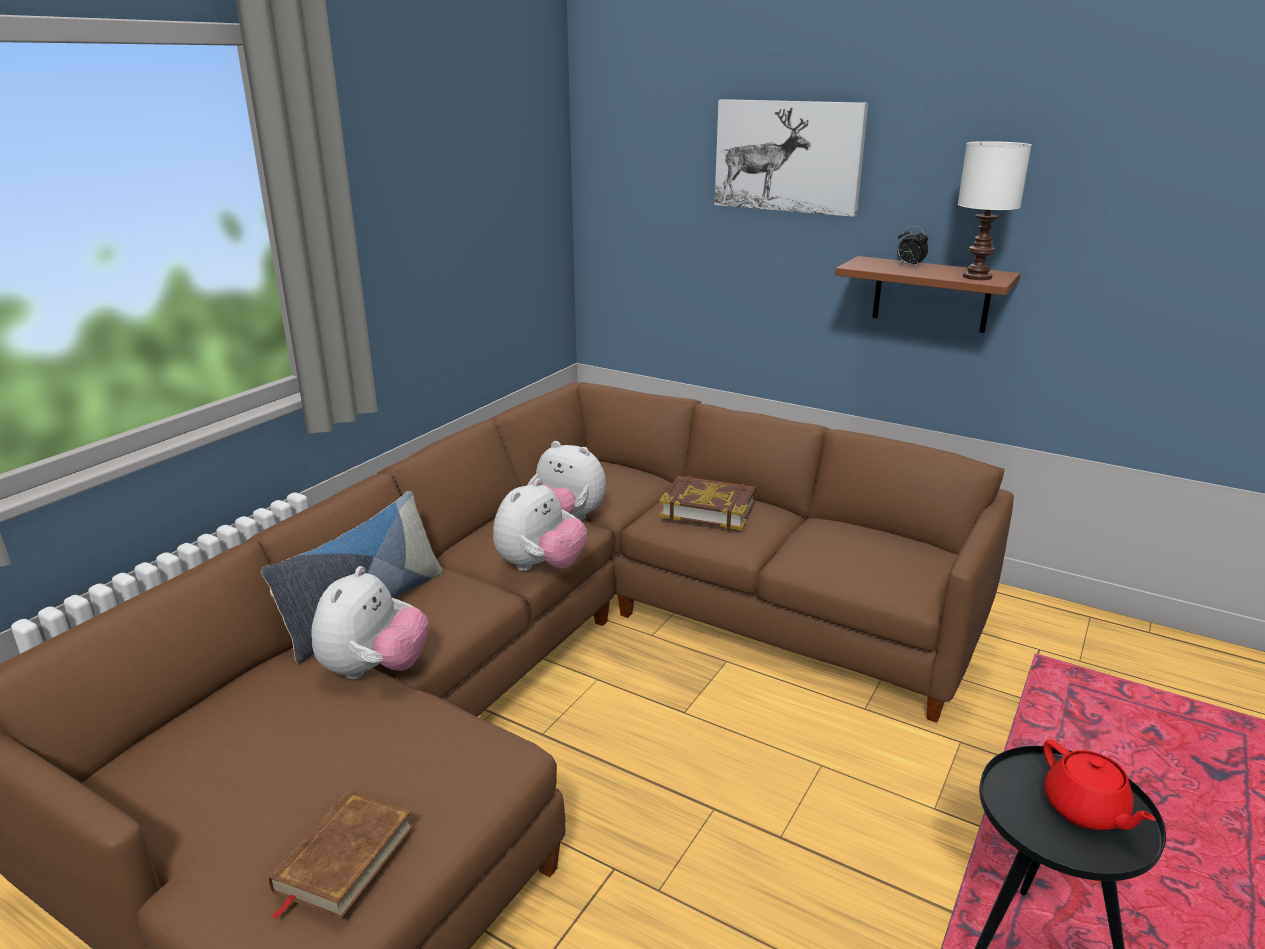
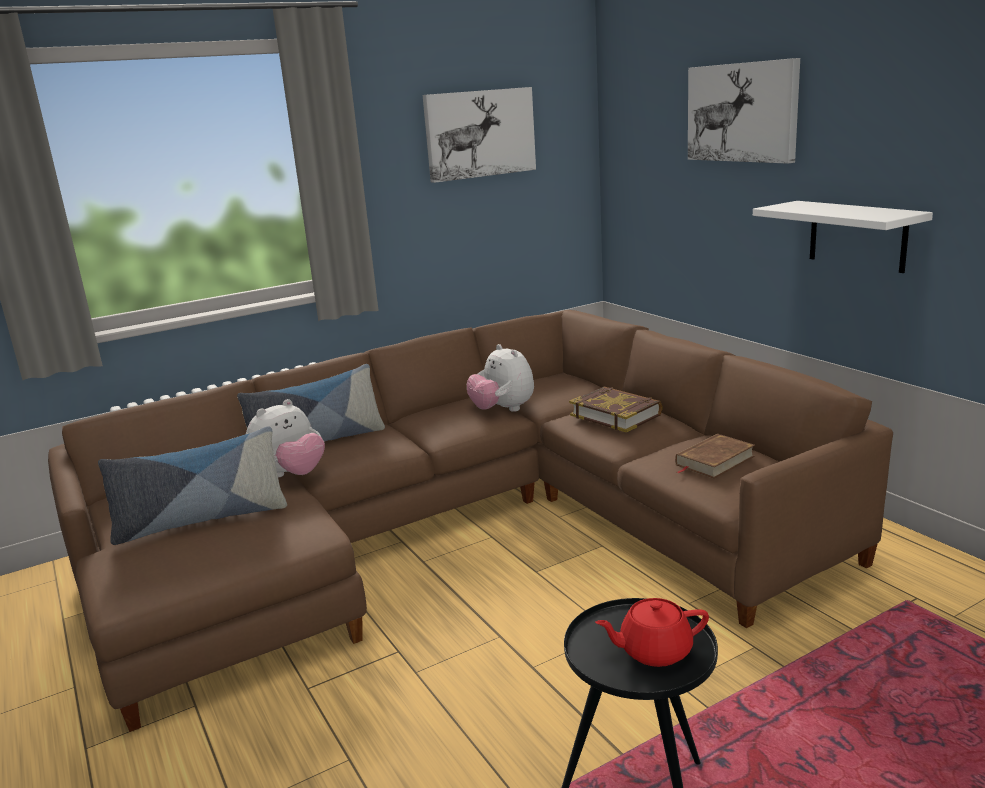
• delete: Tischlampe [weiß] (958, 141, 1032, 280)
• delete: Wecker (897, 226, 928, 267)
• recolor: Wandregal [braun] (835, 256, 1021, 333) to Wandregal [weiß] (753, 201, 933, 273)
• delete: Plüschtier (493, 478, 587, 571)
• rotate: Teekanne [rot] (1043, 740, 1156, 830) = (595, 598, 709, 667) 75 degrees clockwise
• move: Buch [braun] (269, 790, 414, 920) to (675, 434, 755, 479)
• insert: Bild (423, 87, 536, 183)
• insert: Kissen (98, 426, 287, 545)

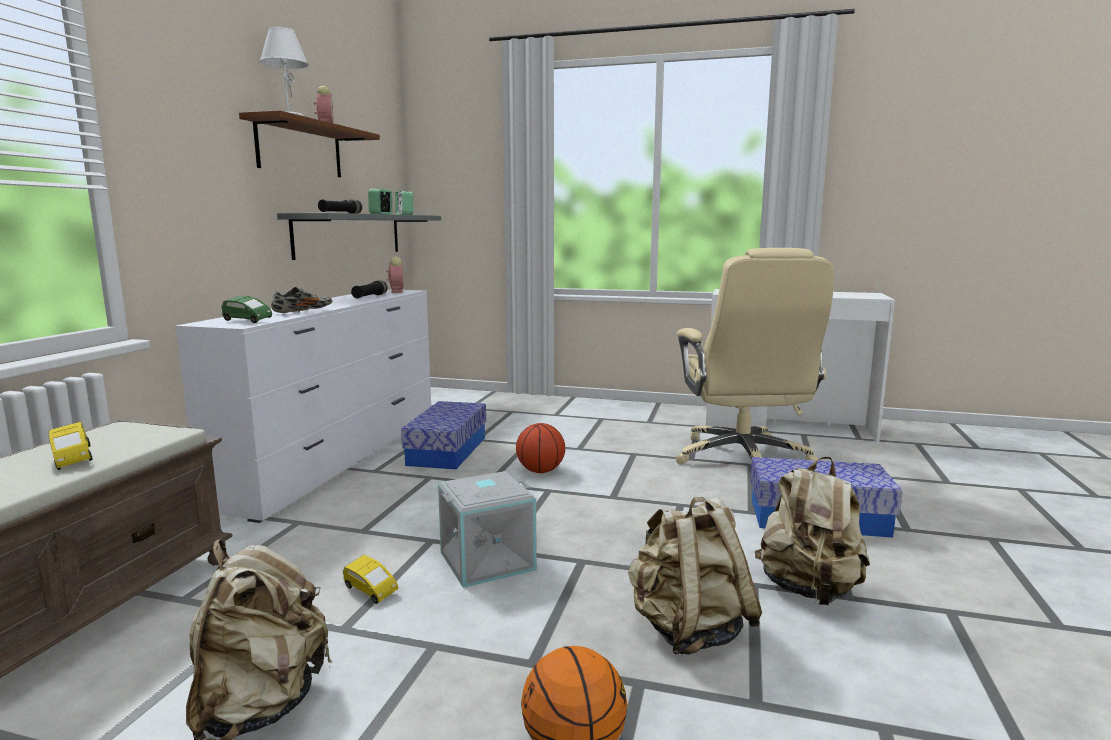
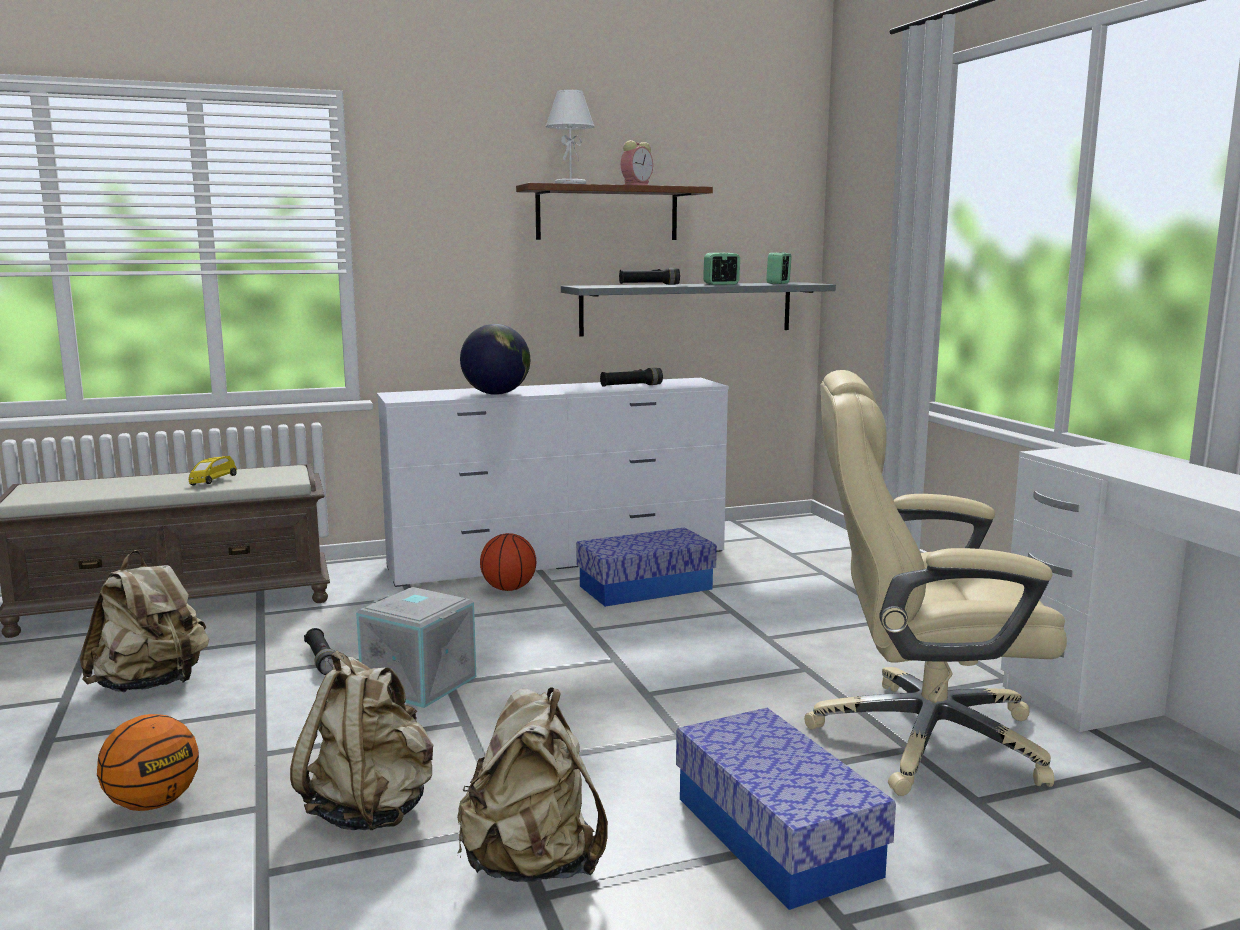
• rotate: Bürostuhl [beige] (676, 248, 834, 465) = (804, 370, 1067, 796) 45 degrees clockwise
• delete: Wecker (386, 256, 404, 293)
• replace: Schuh (271, 287, 332, 313) to Globus (460, 324, 530, 395)
• delete: Spielzeugauto [grün] (221, 296, 272, 323)
• move: Basketball (516, 423, 565, 473) to (480, 533, 536, 591)
• replace: Spielzeugauto [gelb] (343, 555, 398, 604) to Taschenlampe [schwarz] (304, 628, 335, 675)

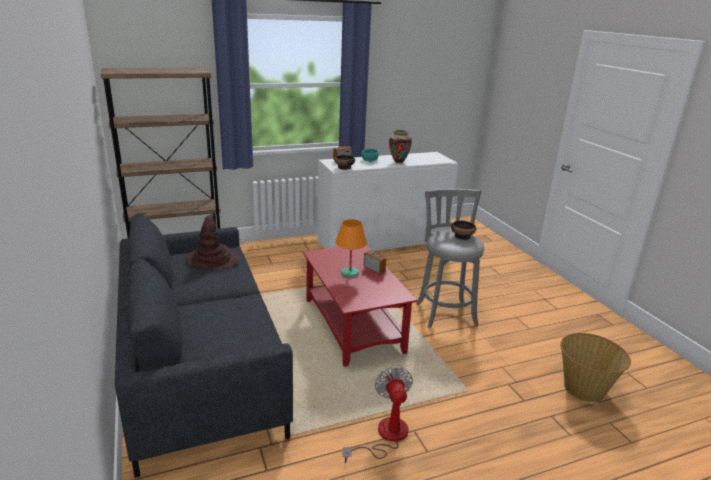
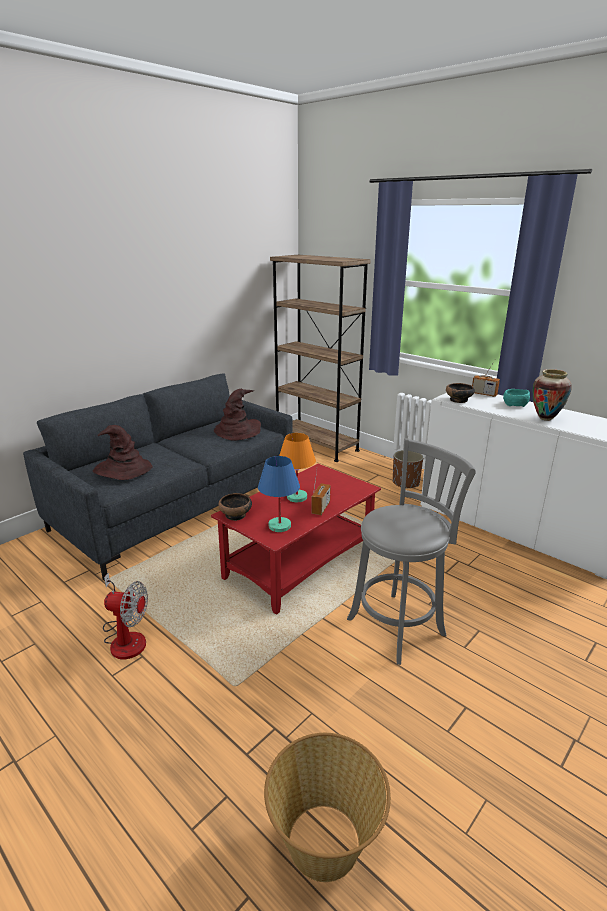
• move: Schüssel (451, 220, 477, 240) to (218, 493, 252, 521)
• rotate: Ventilator (342, 367, 413, 464) = (103, 573, 148, 659) 45 degrees clockwise
• insert: Hut [braun] (93, 425, 153, 480)
• insert: Pflanzkübel [braun] (393, 450, 423, 489)
• insert: Tischlampe [blau] (258, 456, 300, 532)

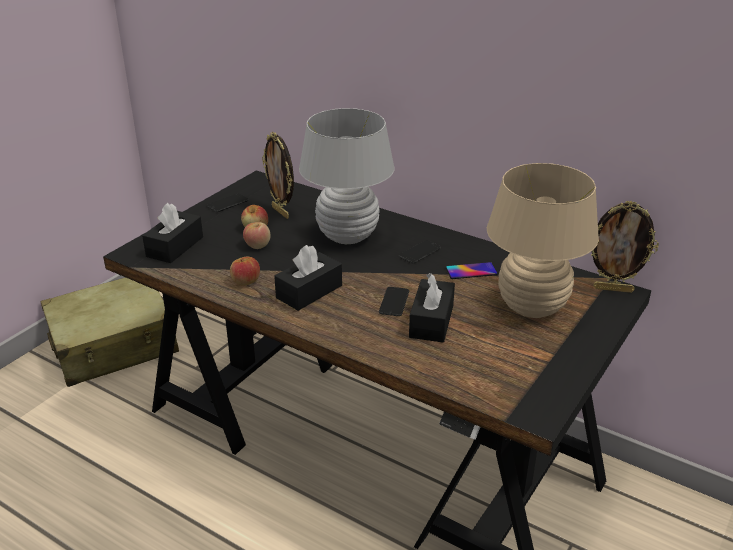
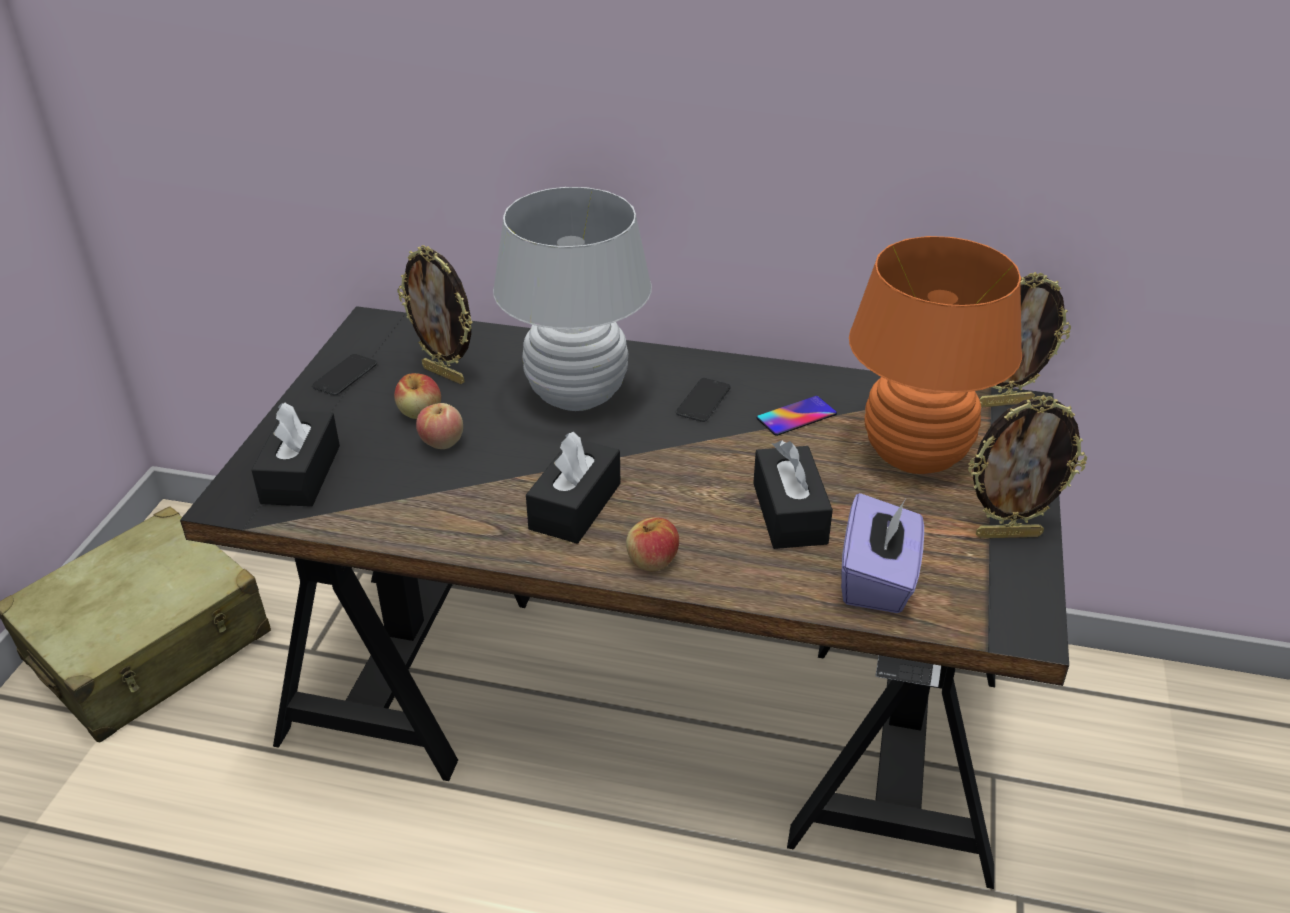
• recolor: Tischlampe [beige] (487, 163, 599, 318) to Tischlampe [orange] (849, 236, 1022, 474)
• move: Apfel (230, 257, 260, 286) to (626, 517, 679, 571)
• delete: Handy (379, 287, 409, 316)
• insert: Bilderrahmen (968, 395, 1087, 538)
• insert: Taschentuchbox [lila] (841, 493, 924, 613)

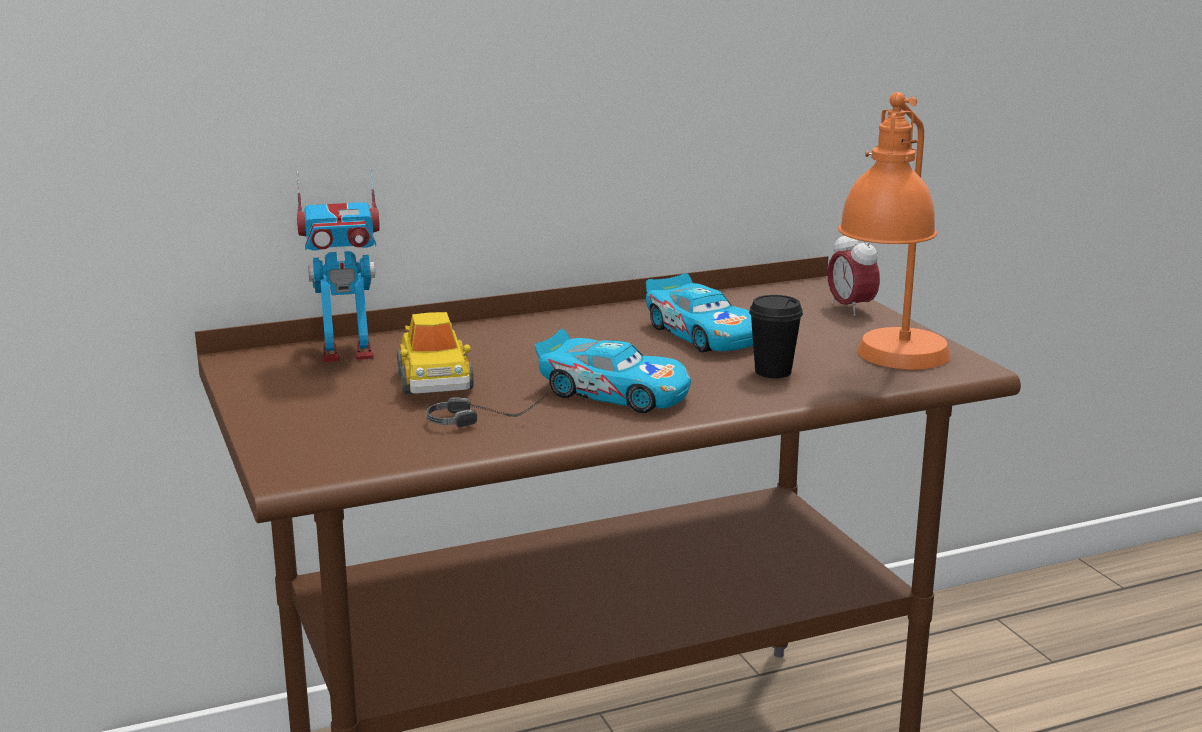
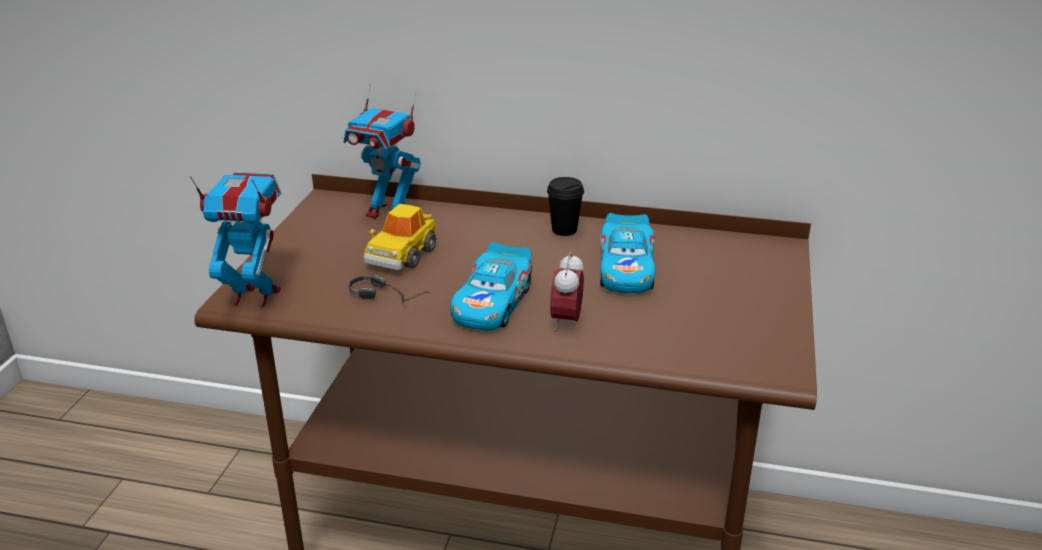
• delete: Tischlampe [orange] (838, 92, 950, 370)
• move: Wecker (827, 235, 880, 316) to (550, 251, 584, 331)
• move: Tasse [schwarz] (749, 295, 803, 378) to (547, 177, 584, 236)
• rotate: Spielzeugauto (535, 329, 691, 413) = (450, 242, 532, 330) 45 degrees clockwise
• insert: Spielzeugroboter (190, 172, 281, 308)

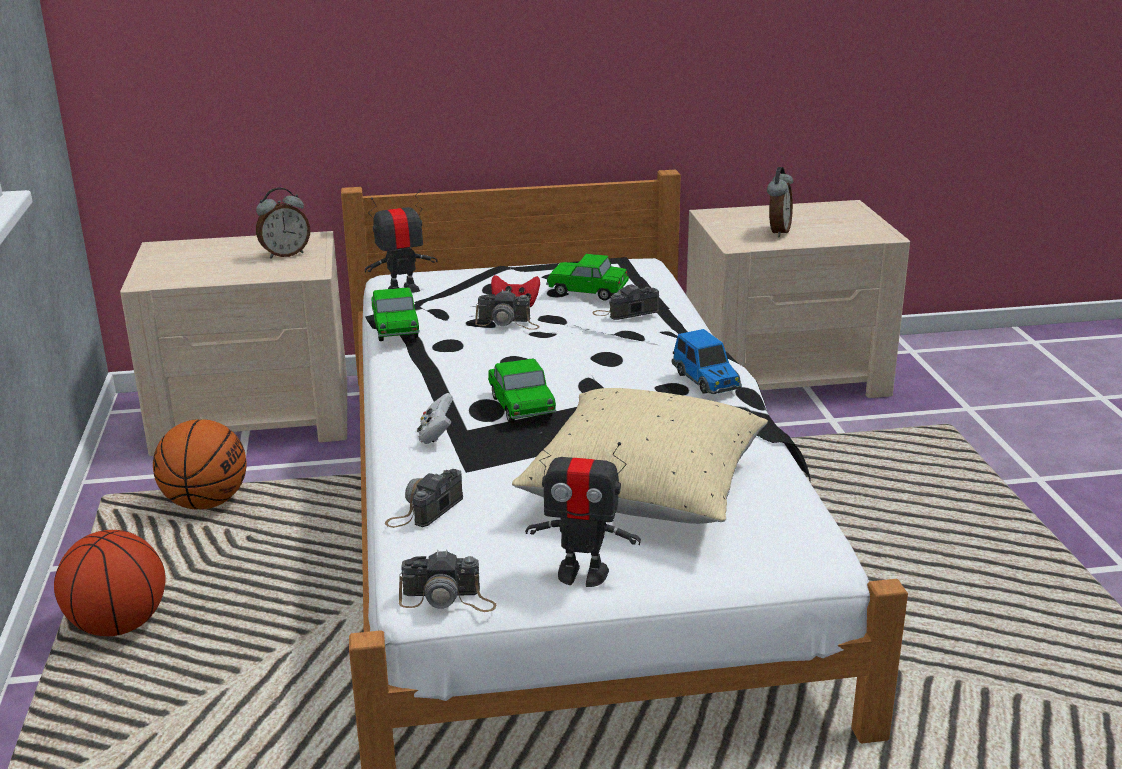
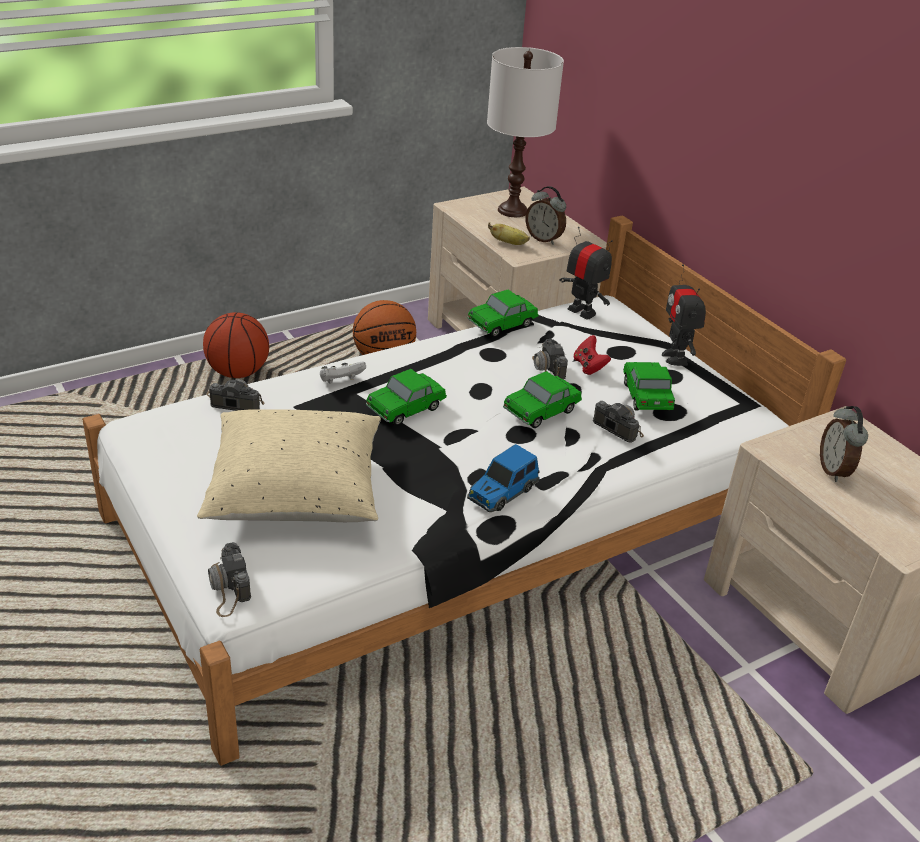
• rotate: Wecker (767, 167, 793, 237) = (820, 406, 868, 482) 90 degrees clockwise
• move: Spielzeugroboter (525, 432, 641, 587) to (662, 264, 706, 366)
• move: Kamera (399, 550, 496, 612) to (208, 542, 251, 617)
• insert: Tischlampe [weiß] (487, 47, 564, 217)
• insert: Banane (488, 222, 530, 245)
• insert: Spielzeugauto (503, 371, 582, 428)

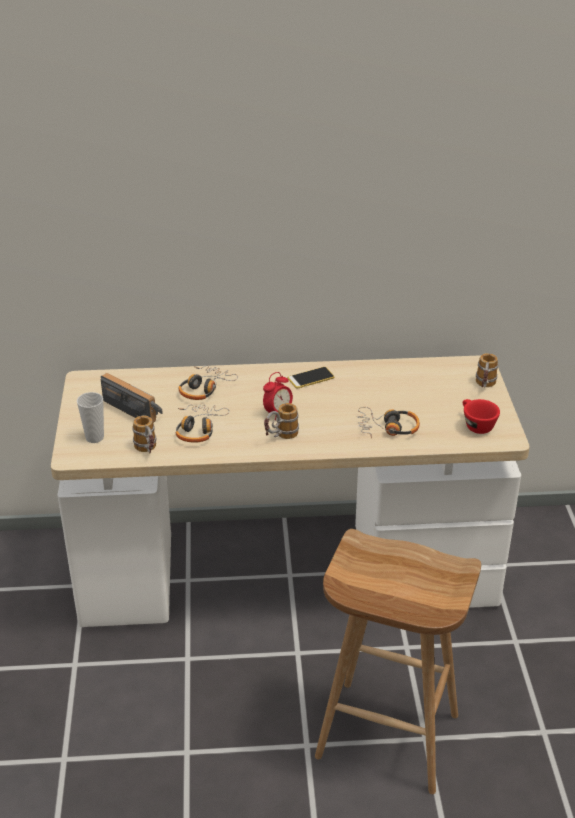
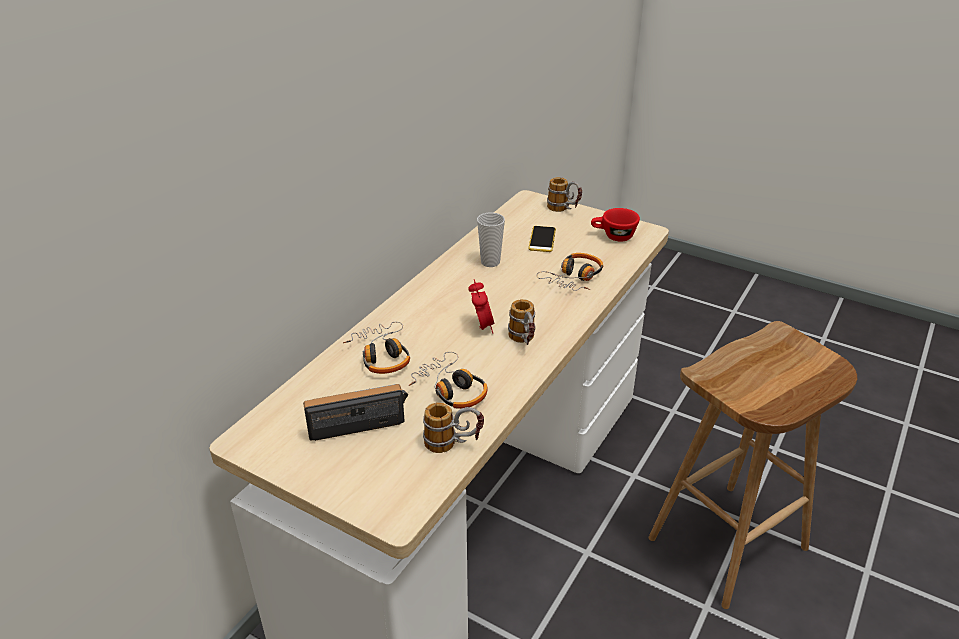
• move: Handy (288, 367, 335, 388) to (528, 226, 556, 252)
• move: Tasse (77, 392, 104, 443) to (477, 212, 505, 267)

